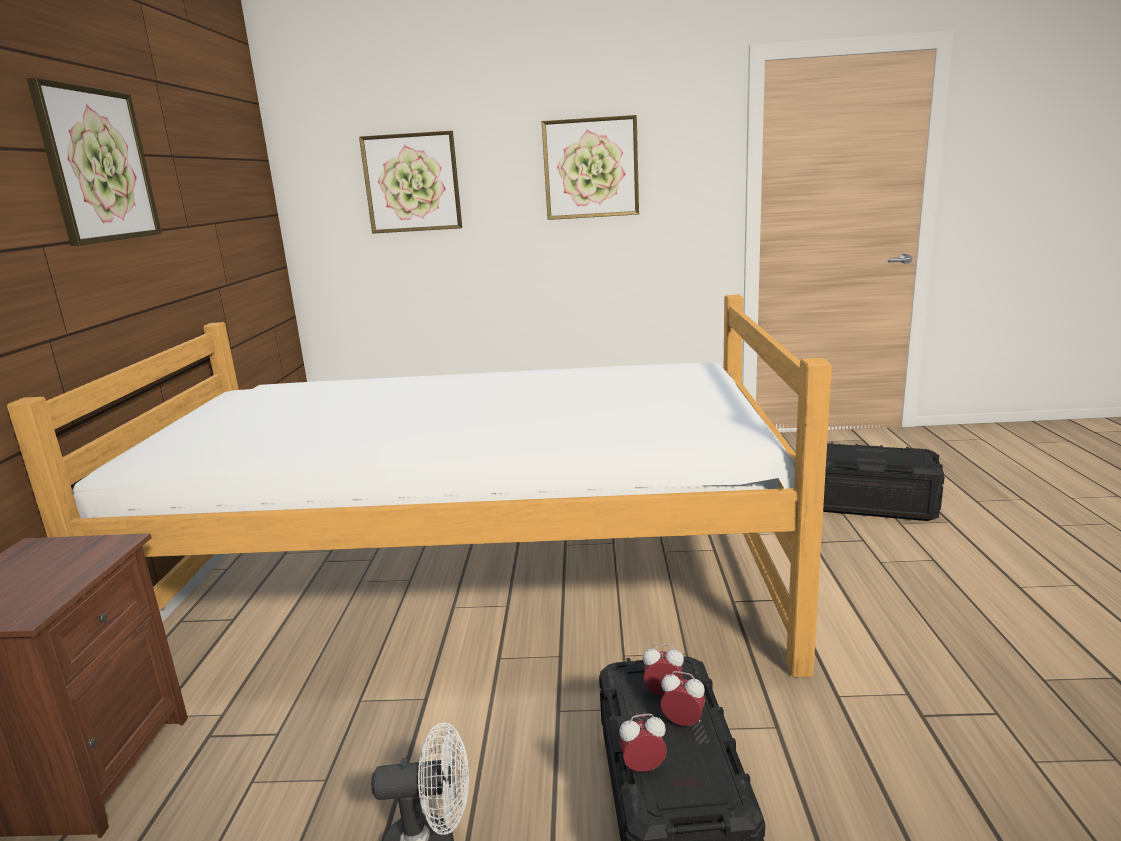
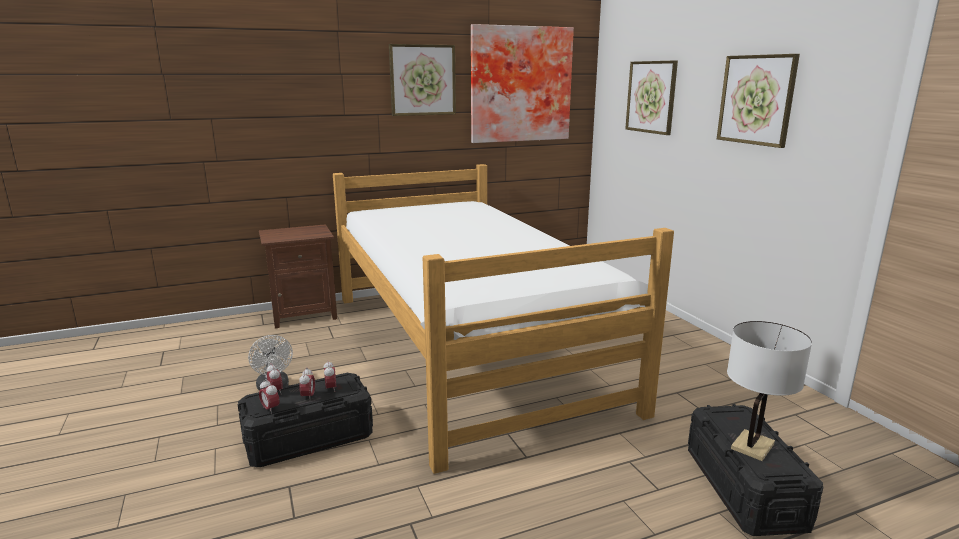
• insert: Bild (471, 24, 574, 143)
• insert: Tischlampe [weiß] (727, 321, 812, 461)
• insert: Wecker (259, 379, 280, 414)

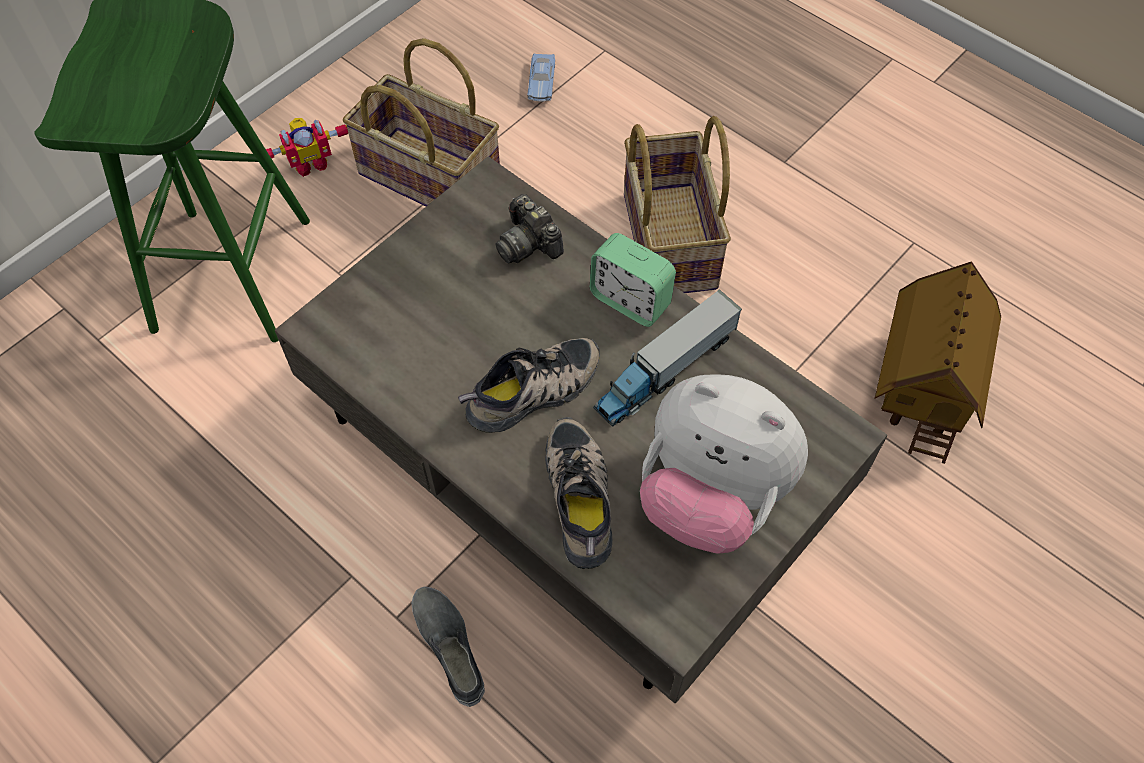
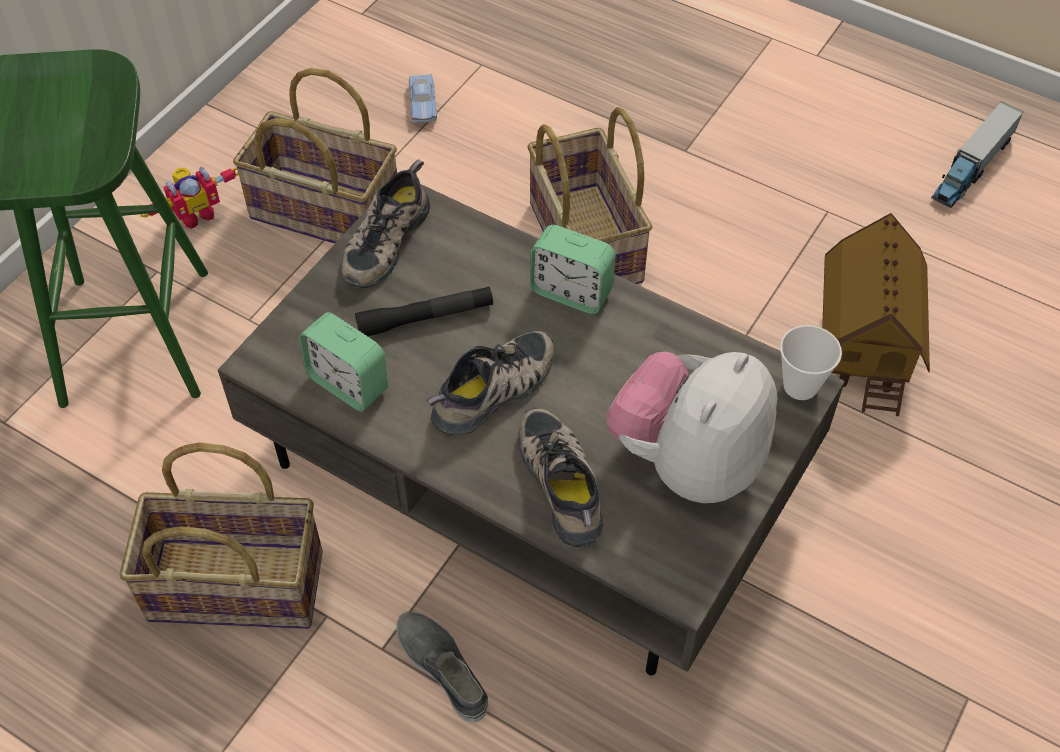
• delete: Kamera (495, 194, 564, 264)
• move: Spielzeuglaster (593, 289, 742, 427) to (931, 101, 1023, 208)
• rotate: Plüschtier (640, 374, 808, 554) = (606, 352, 778, 503) 105 degrees clockwise
• insert: Schuh (341, 160, 430, 288)
• insert: Taschenlampe [schwarz] (355, 286, 493, 336)
• insert: Wecker (299, 312, 388, 411)
• insert: Tasse (780, 325, 842, 400)
• insert: Korb (119, 442, 323, 629)

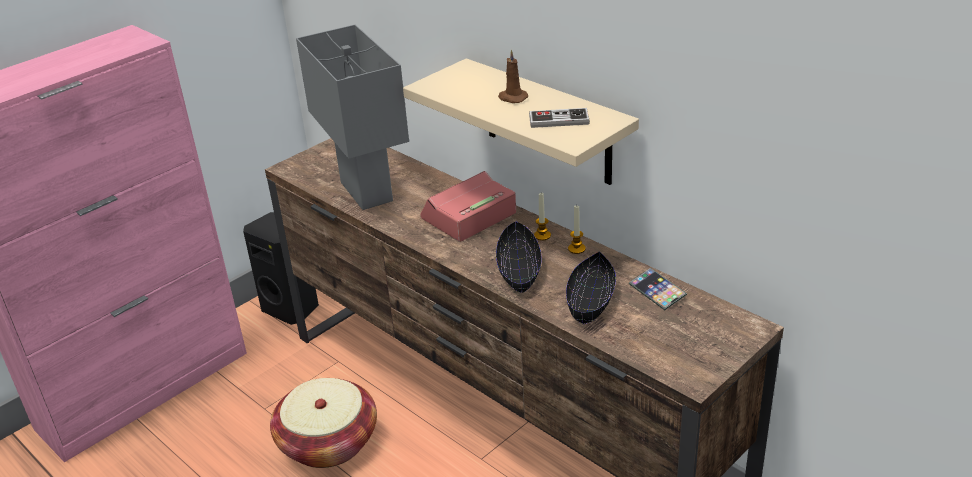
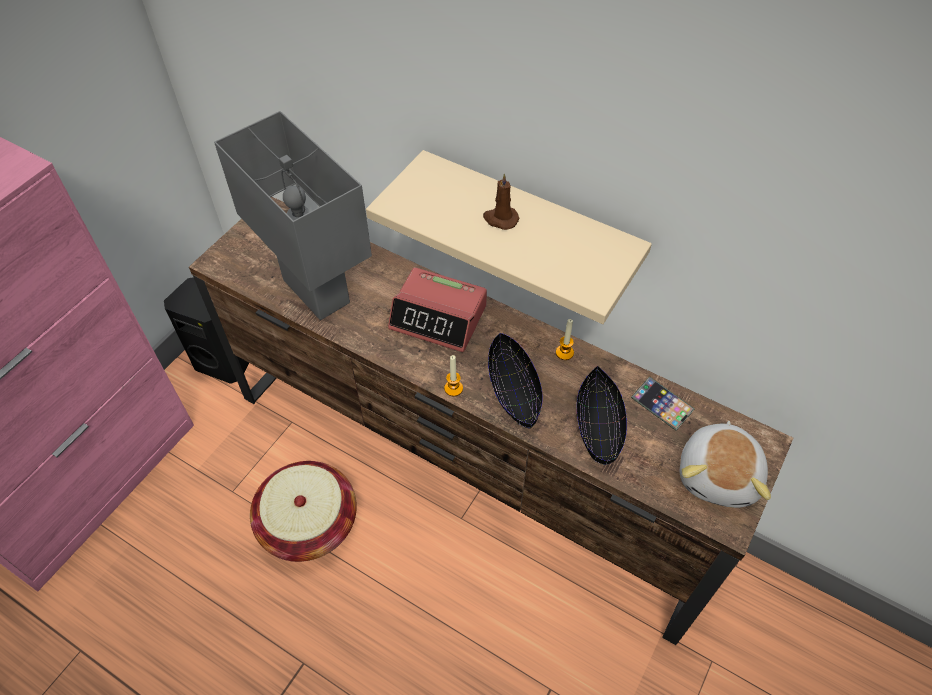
• delete: Gamepad (529, 108, 590, 128)
• rotate: Wecker (420, 171, 516, 242) = (388, 267, 487, 352) 105 degrees counterclockwise
• move: Kerze (534, 193, 551, 241) to (444, 355, 463, 396)
• insert: Plüschtier (680, 421, 771, 508)

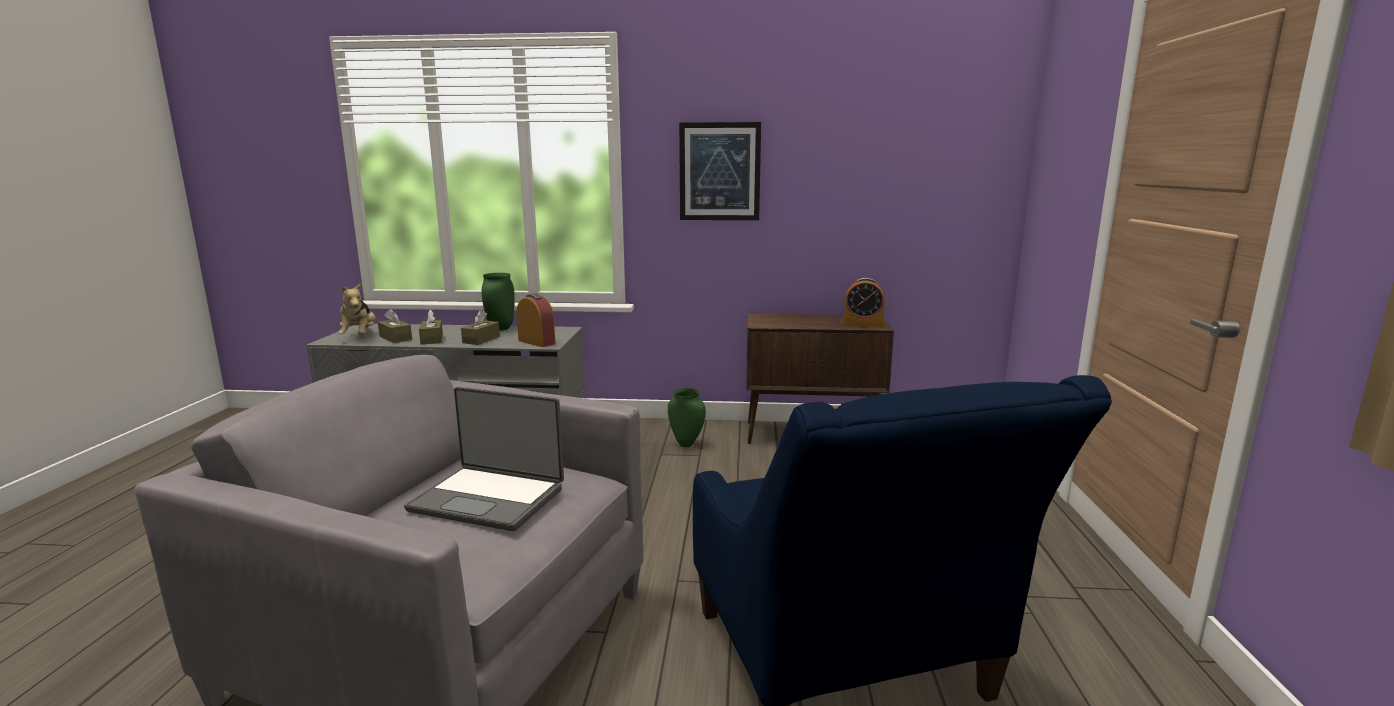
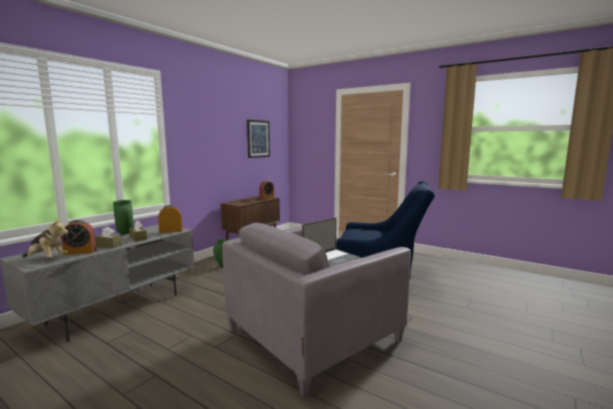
• move: Bild (679, 122, 761, 220) to (247, 120, 270, 158)
• replace: Taschentuchbox [braun] (378, 309, 412, 343) to Wecker (61, 220, 97, 255)

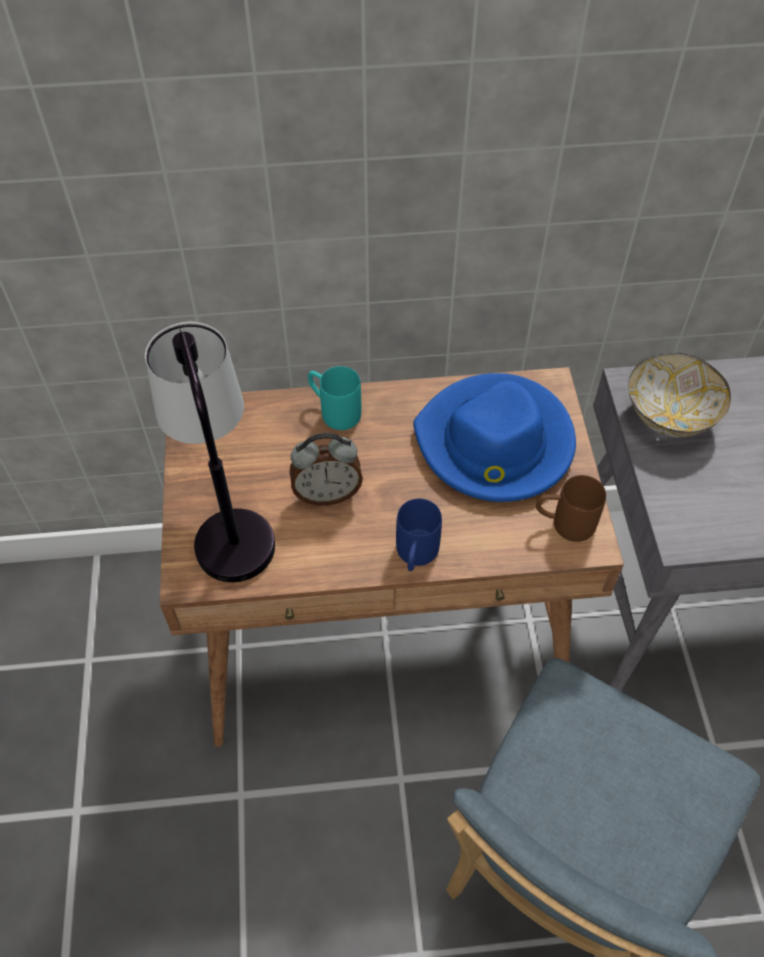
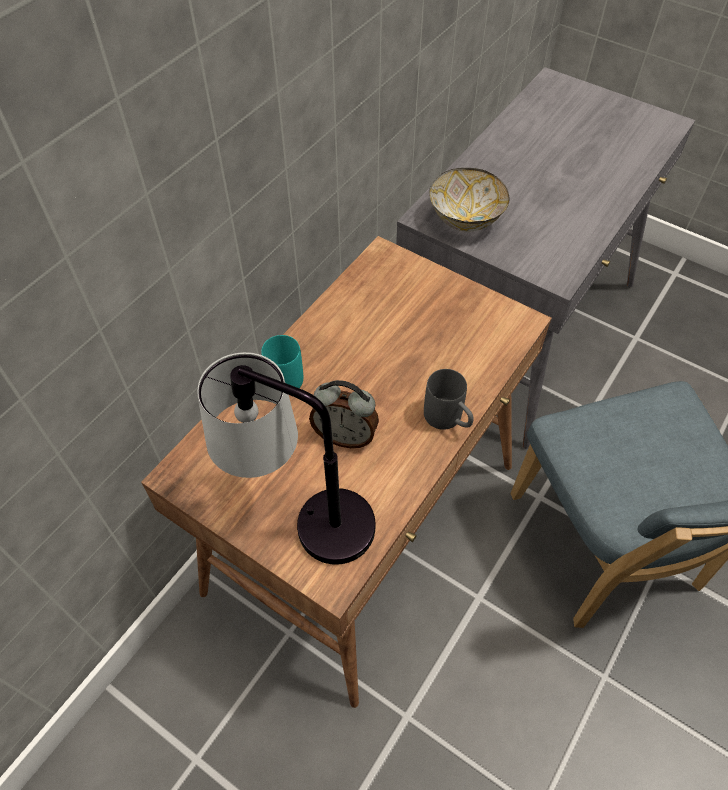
• delete: Hut [blau] (413, 373, 576, 502)
• rotate: Wecker (290, 433, 363, 506) = (309, 380, 379, 448) 75 degrees clockwise
• delete: Henkelbecher [braun] (536, 475, 606, 542)
• recolor: Henkelbecher [blau] (396, 499, 442, 571) to Henkelbecher [grau] (424, 369, 473, 430)

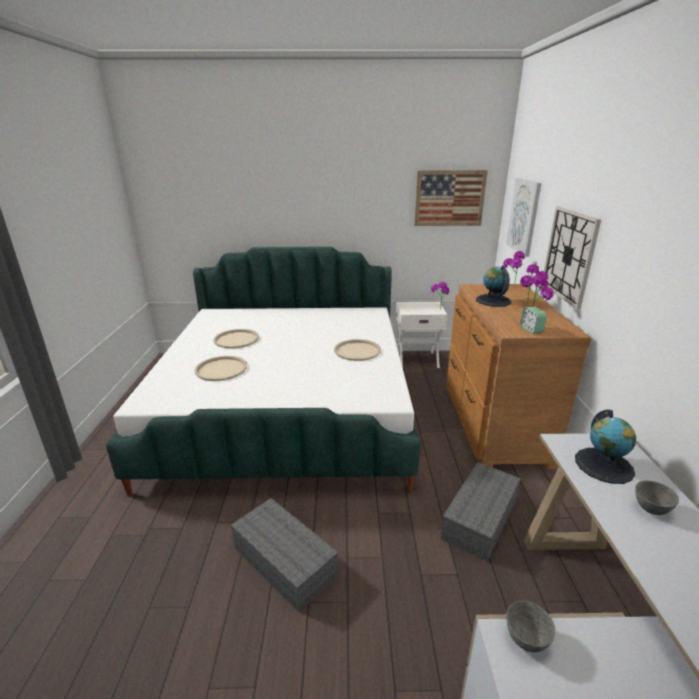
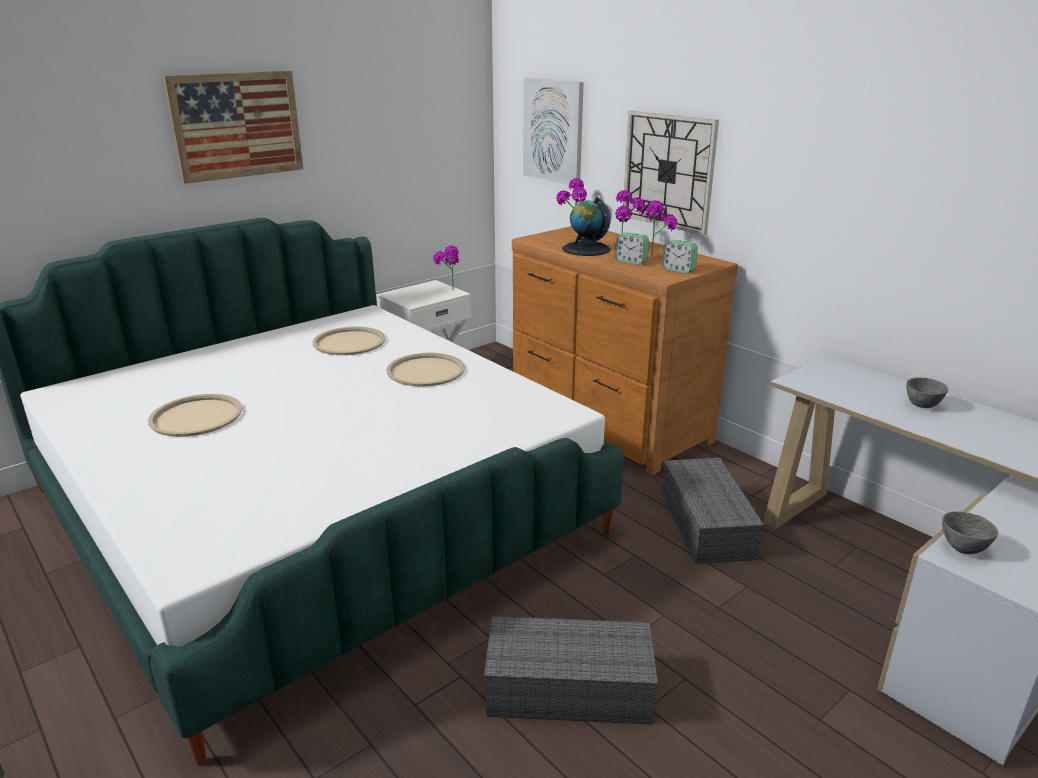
• move: Bild (414, 170, 488, 226) to (163, 70, 303, 184)
• move: Tablett [beige] (194, 356, 247, 381) to (312, 327, 385, 355)
• delete: Globus (575, 409, 636, 484)
• insert: Wecker (615, 232, 649, 265)

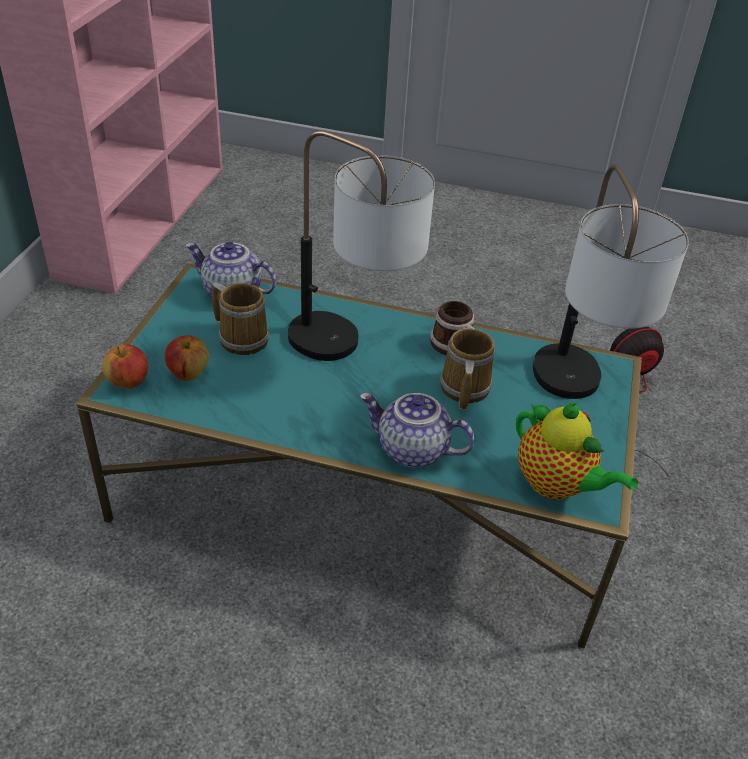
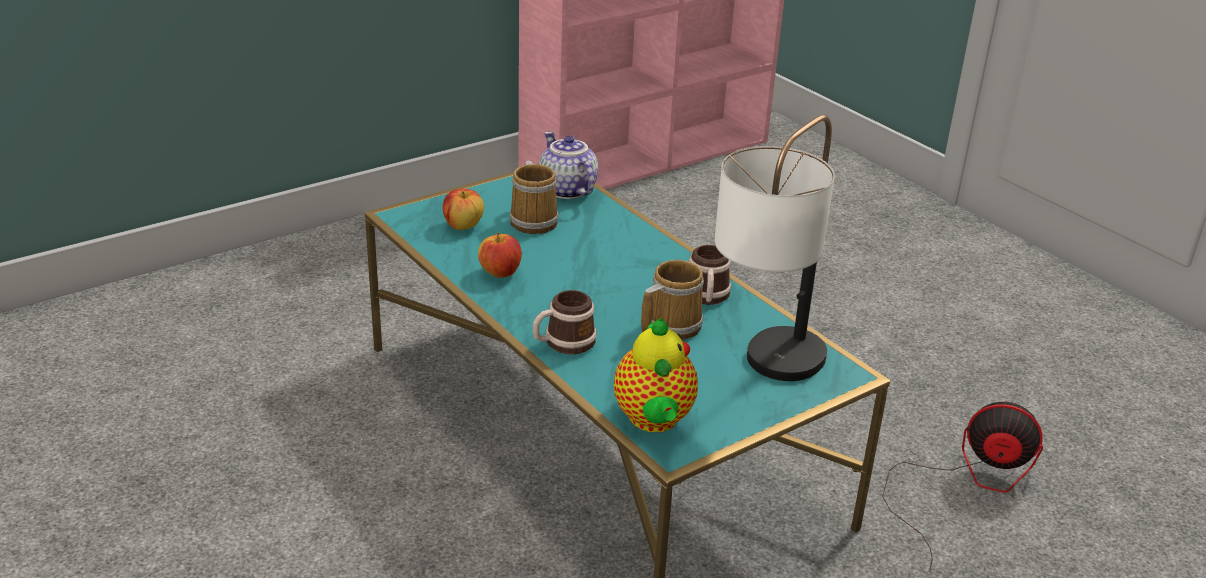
• delete: Tischlampe (288, 130, 435, 361)
• move: Apfel (102, 344, 148, 389) to (478, 232, 522, 278)
• replace: Teekanne (360, 392, 475, 468) to Henkelbecher (533, 290, 597, 354)

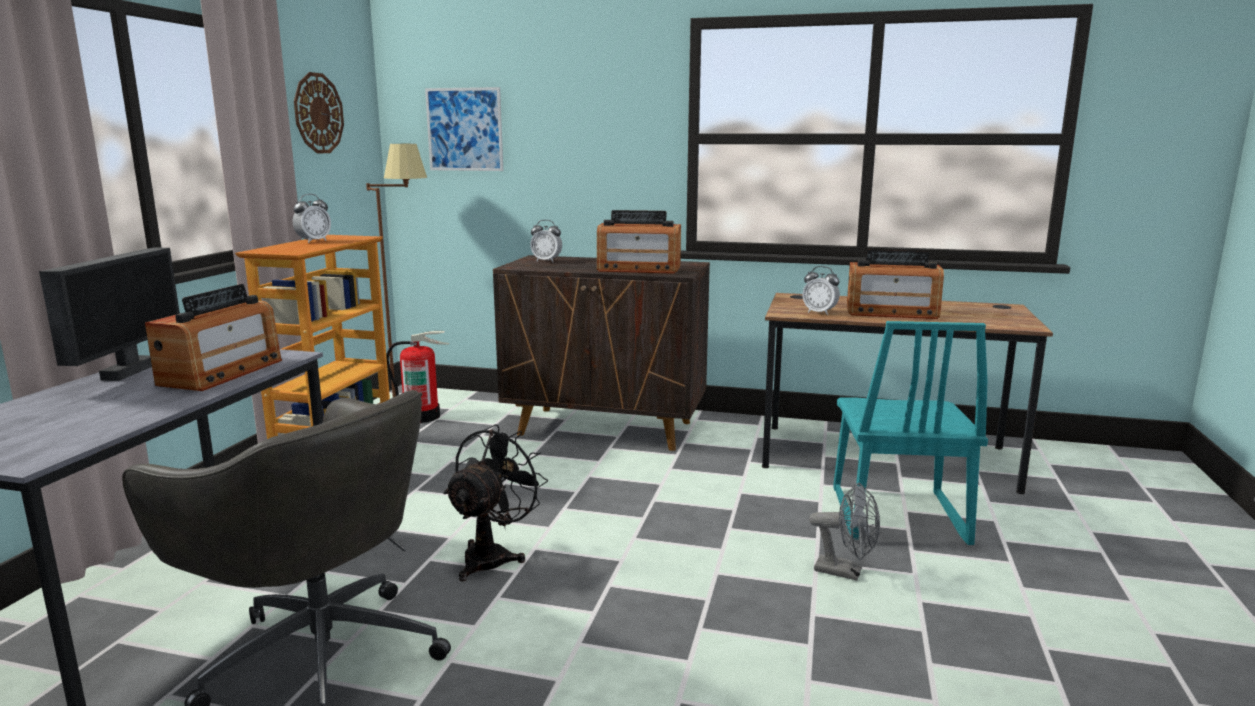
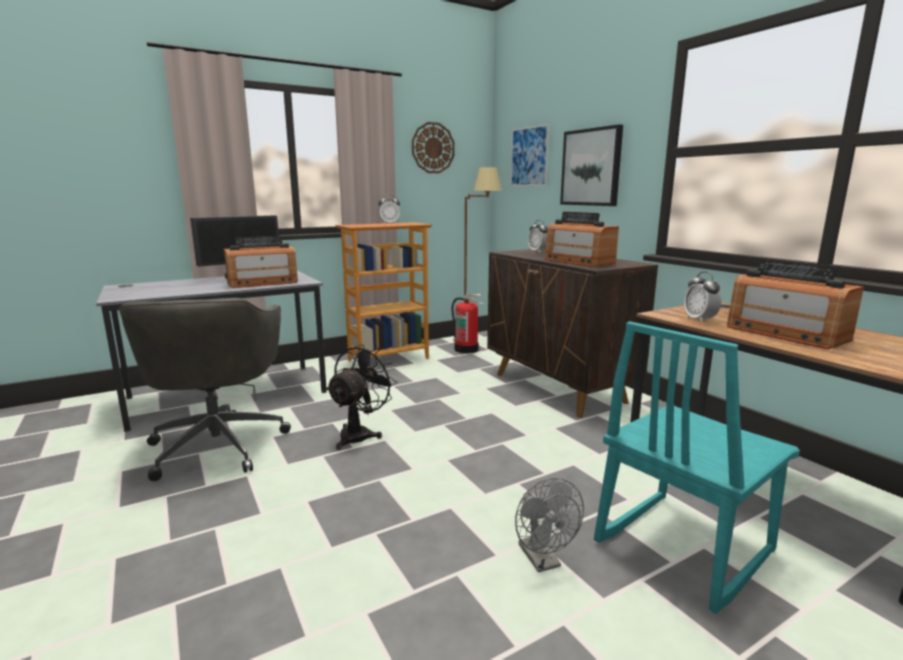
• rotate: Ventilator [schwarz] (444, 424, 548, 581) = (326, 344, 398, 450) 45 degrees counterclockwise
• insert: Bild (560, 124, 623, 206)

